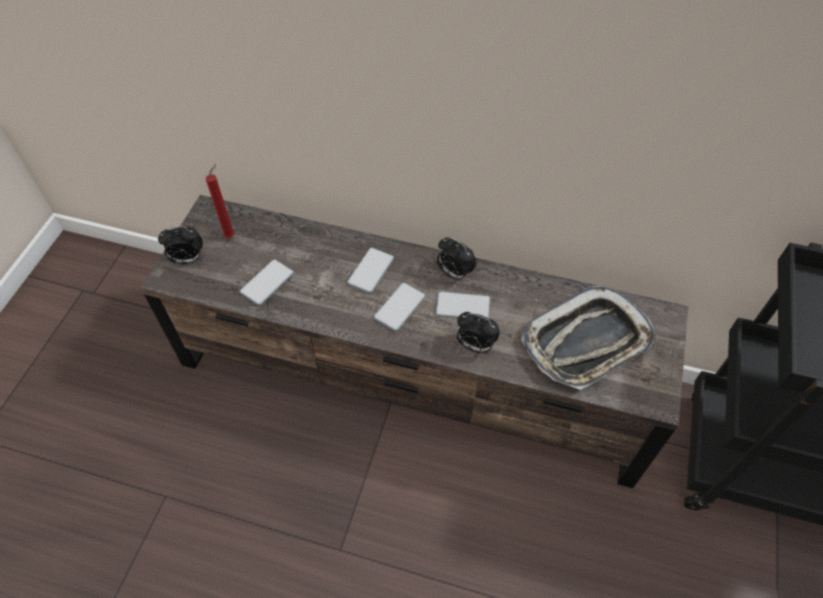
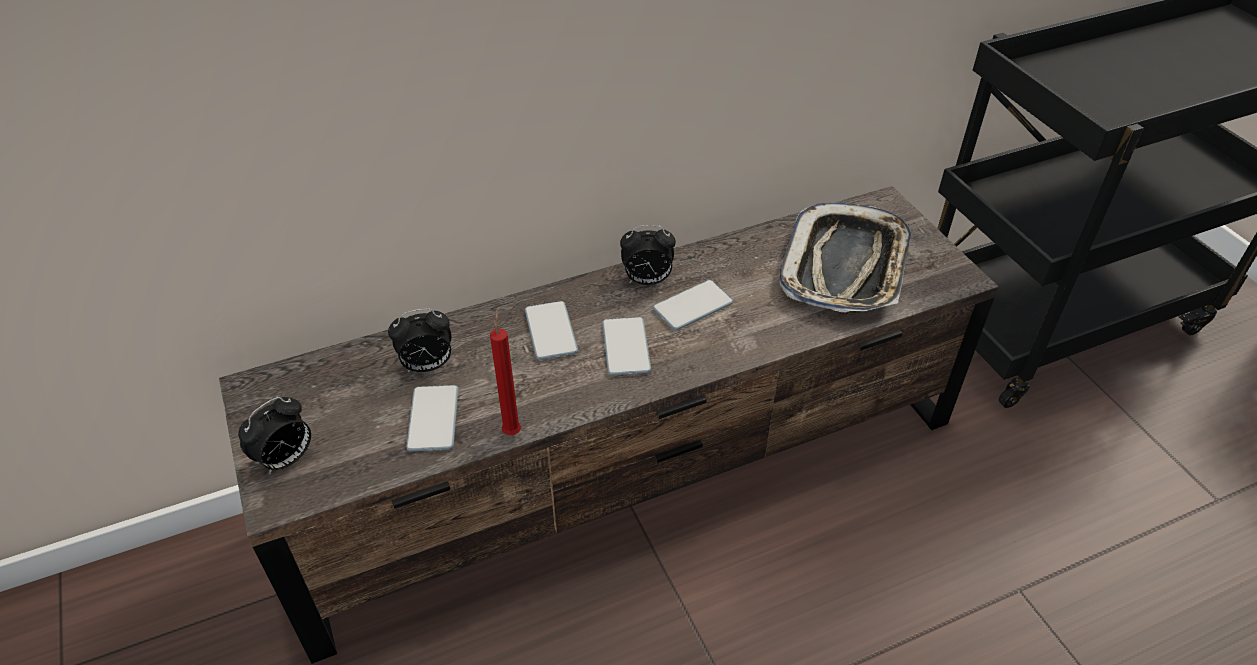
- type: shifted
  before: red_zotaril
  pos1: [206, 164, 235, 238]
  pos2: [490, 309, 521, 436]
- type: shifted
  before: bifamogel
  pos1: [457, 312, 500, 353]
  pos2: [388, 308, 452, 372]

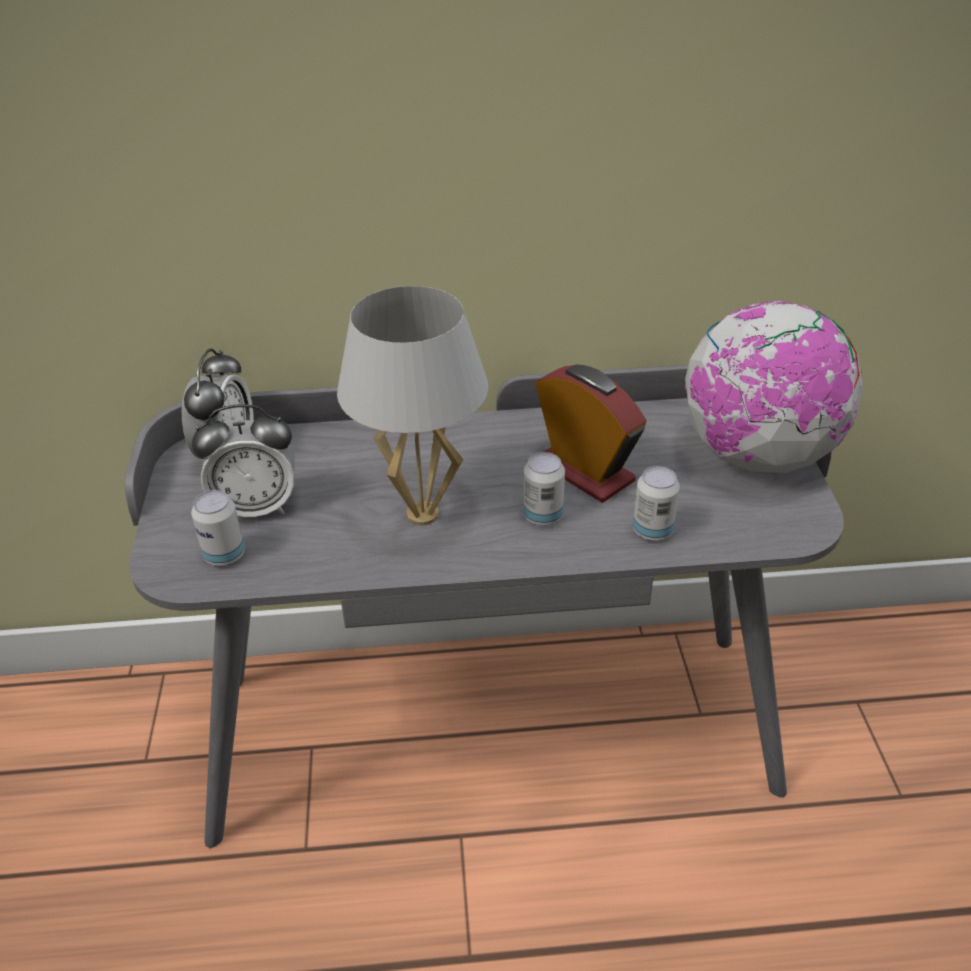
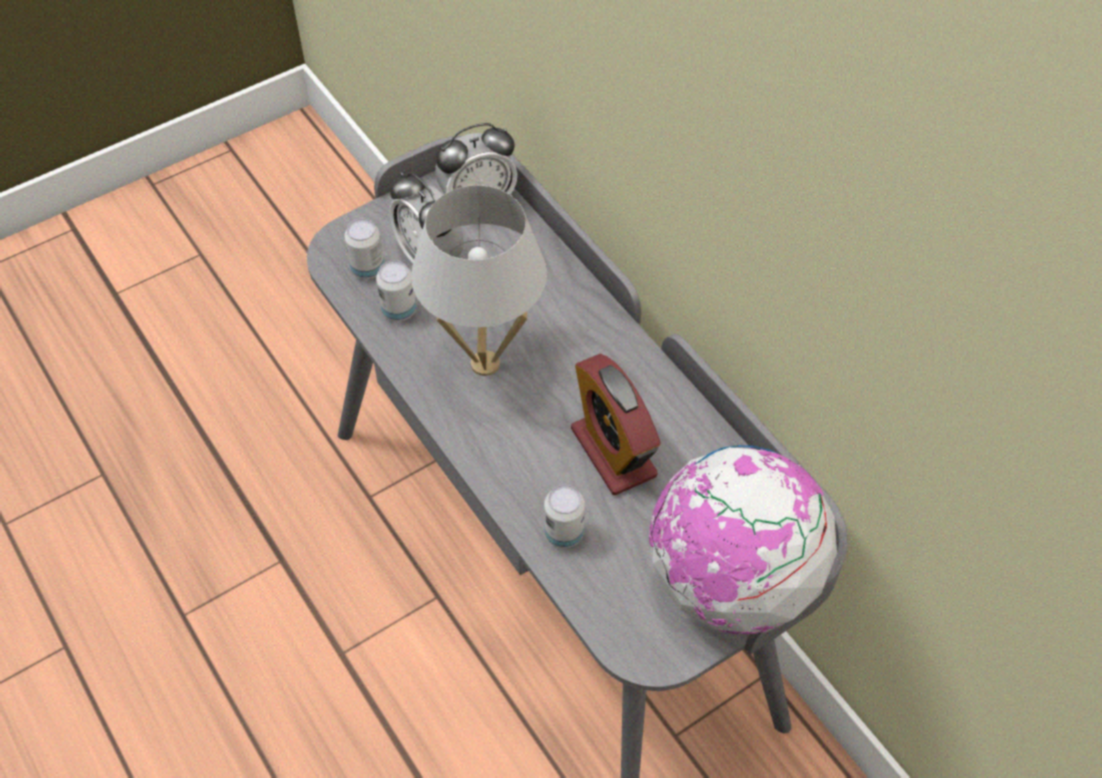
- type: shifted
  before: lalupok
  pos1: [523, 452, 565, 526]
  pos2: [376, 260, 416, 321]
- type: rotated
  before: bifamogel
  pos1: [535, 364, 646, 503]
  pos2: [571, 354, 661, 495]
  turn: 135

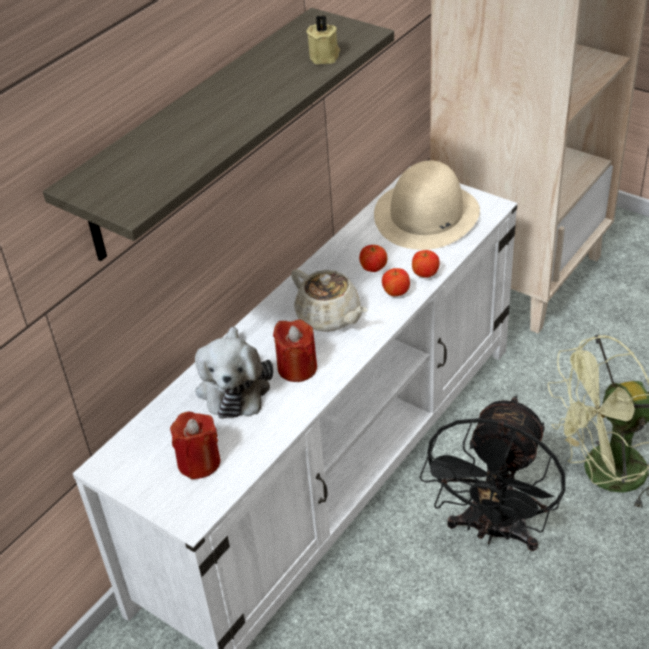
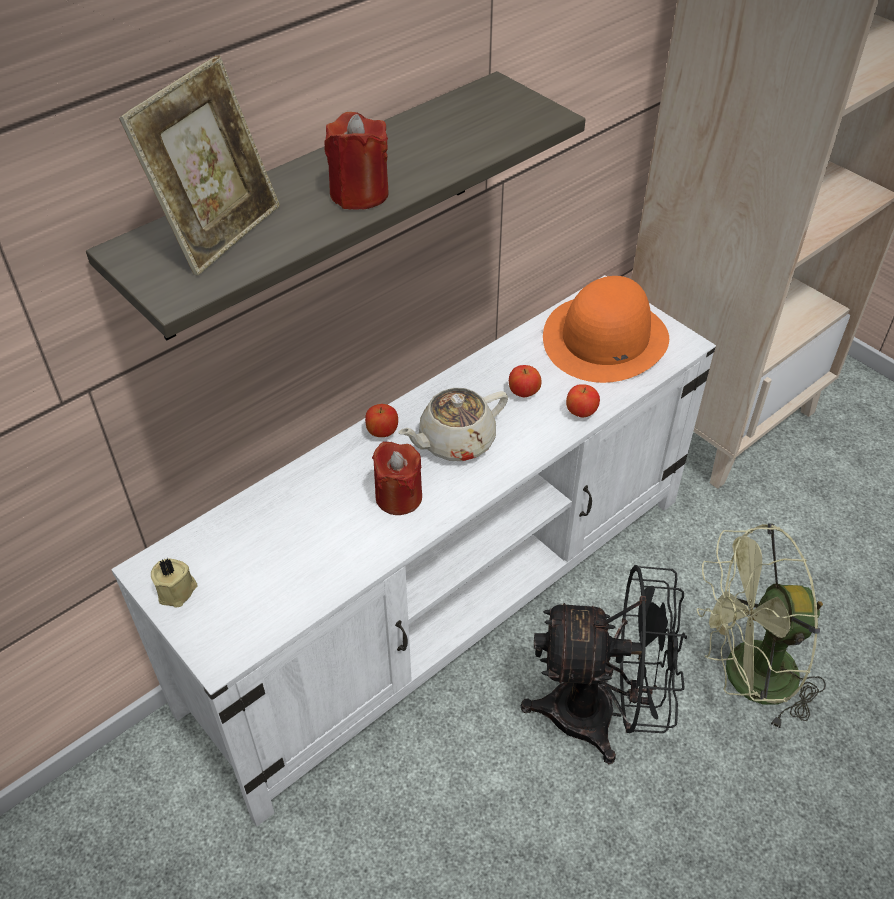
- type: gone
  before: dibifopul
  pos1: [195, 327, 273, 419]
- type: new
  after: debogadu
  pos2: [119, 55, 280, 276]
- type: shifted
  before: red_zotaril
  pos1: [170, 412, 220, 480]
  pos2: [325, 112, 389, 210]
- type: shifted
  before: beige_zotaril
  pos1: [306, 15, 340, 64]
  pos2: [151, 558, 197, 607]
- type: shifted
  before: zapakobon
  pos1: [382, 268, 410, 296]
  pos2: [365, 404, 398, 437]
- type: repainted
  before: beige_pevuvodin
  after: orange_pevuvodin
  pos1: [374, 160, 480, 250]
  pos2: [543, 276, 669, 383]
- type: rotated
  before: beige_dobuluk
  pos1: [291, 269, 367, 332]
  pos2: [398, 388, 508, 461]
  turn: 90
- type: rotated
  before: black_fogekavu
  pos1: [419, 396, 565, 551]
  pos2: [521, 565, 687, 764]
  turn: -120

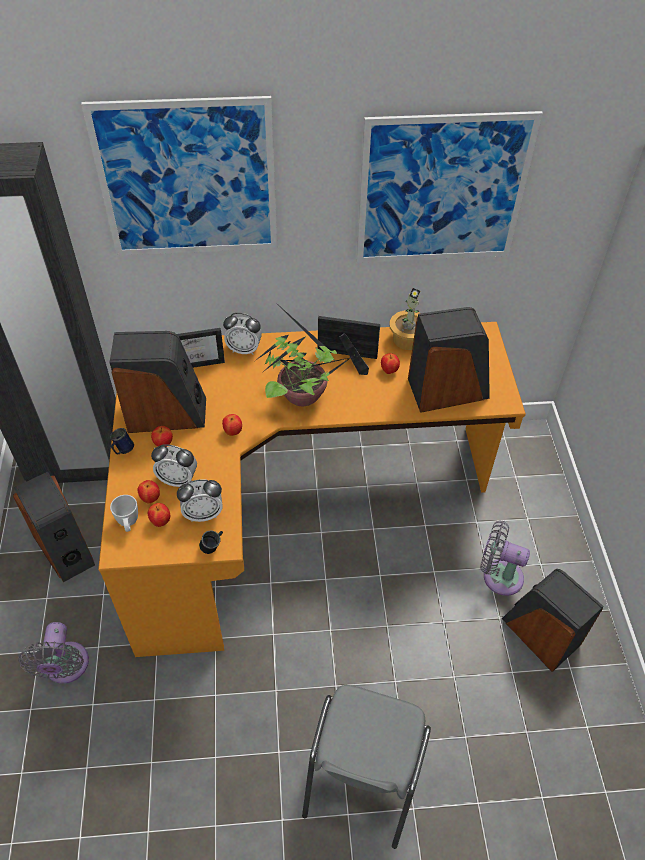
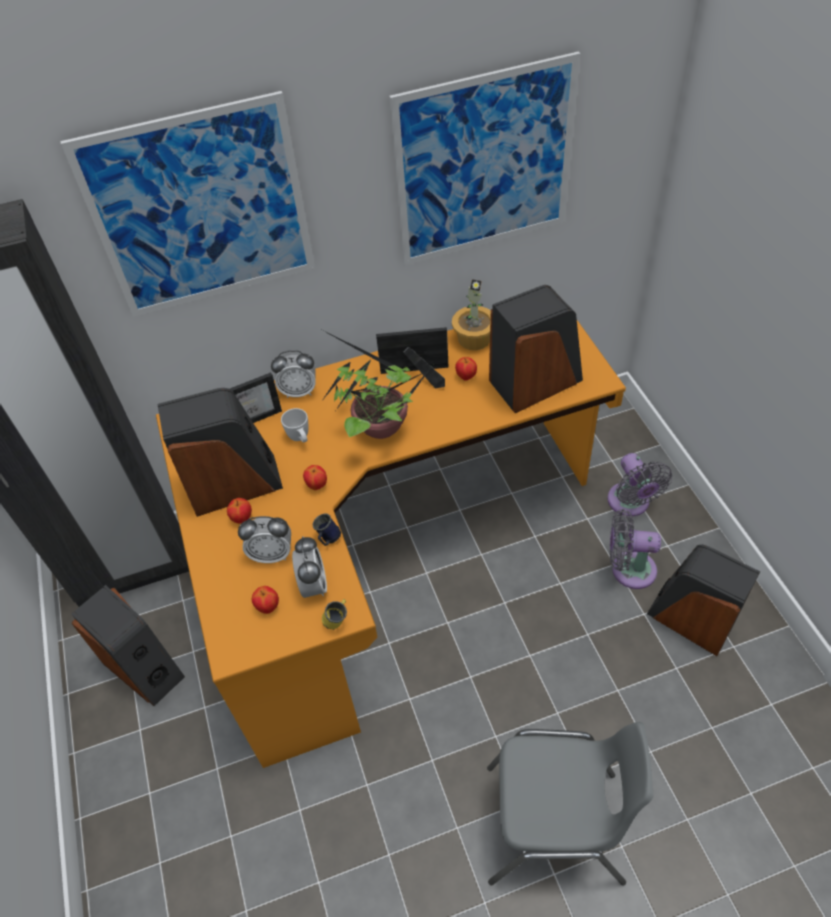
- type: gone
  before: zapakobon
  pos1: [138, 480, 160, 504]
- type: shifted
  before: grey_fogekavu
  pos1: [18, 622, 89, 684]
  pos2: [607, 453, 672, 516]
- type: shifted
  before: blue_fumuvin
  pos1: [110, 428, 134, 454]
  pos2: [313, 514, 341, 546]
- type: shifted
  before: white_fumuvin
  pos1: [110, 495, 138, 532]
  pos2: [281, 408, 308, 443]
- type: repainted
  before: black_fumuvin
  after: yellow_fumuvin
  pos1: [199, 530, 223, 554]
  pos2: [322, 599, 347, 629]
- type: rotated
  before: bifamogel
  pos1: [177, 479, 223, 522]
  pos2: [292, 536, 327, 598]
  turn: -75
- type: rotated
  before: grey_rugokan
  pos1: [302, 685, 431, 849]
  pos2: [487, 722, 653, 886]
  turn: -90

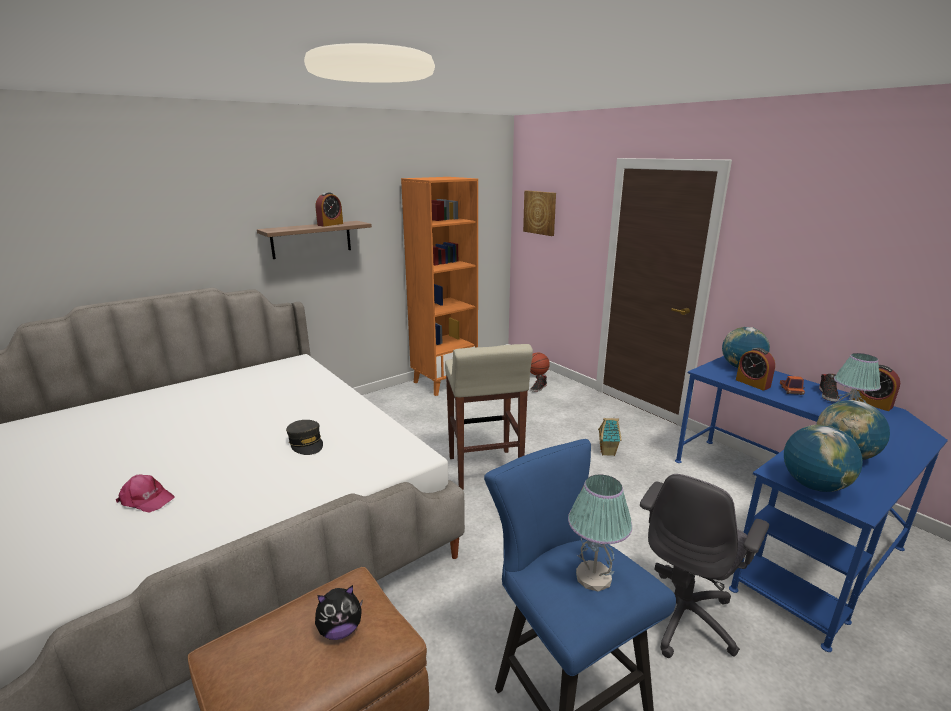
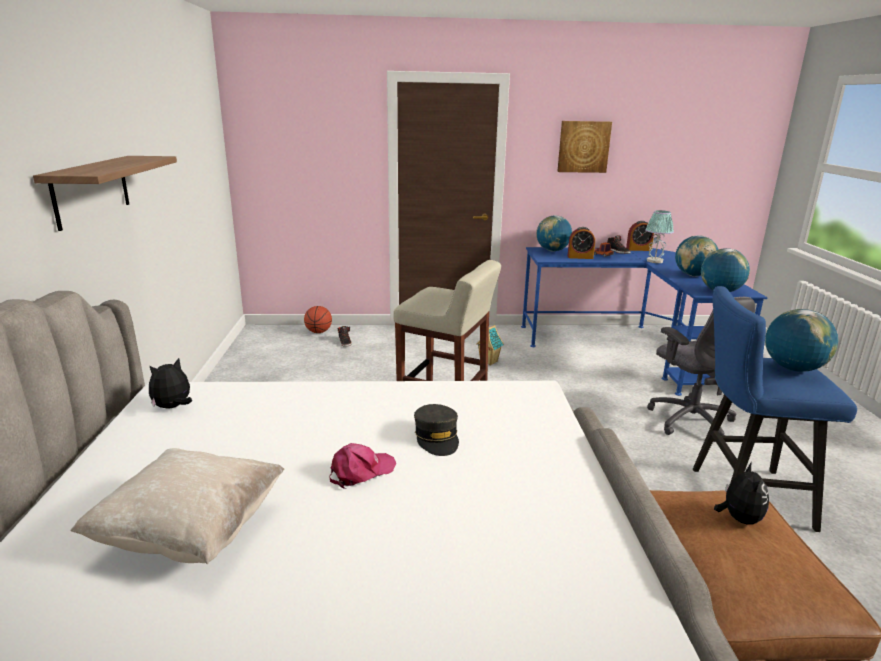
- type: gone
  before: bifamogel
  pos1: [316, 192, 343, 226]
- type: gone
  before: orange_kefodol
  pos1: [401, 177, 478, 396]
- type: new
  after: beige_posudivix
  pos2: [71, 448, 284, 564]
- type: new
  after: dibifopul
  pos2: [149, 358, 192, 409]
- type: shifted
  before: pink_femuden
  pos1: [116, 474, 175, 513]
  pos2: [329, 443, 396, 489]
- type: shifted
  before: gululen
  pos1: [523, 191, 556, 236]
  pos2: [557, 121, 612, 173]
- type: swapped
  before: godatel
  after: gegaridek
  pos1: [568, 475, 632, 592]
  pos2: [765, 309, 838, 372]
- type: rotated
  before: grey_femuden
  pos1: [286, 420, 323, 455]
  pos2: [414, 404, 459, 456]
  turn: 75

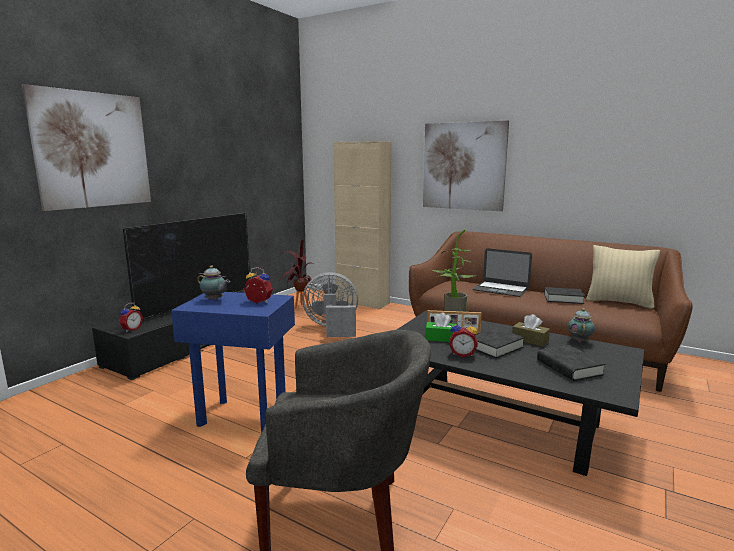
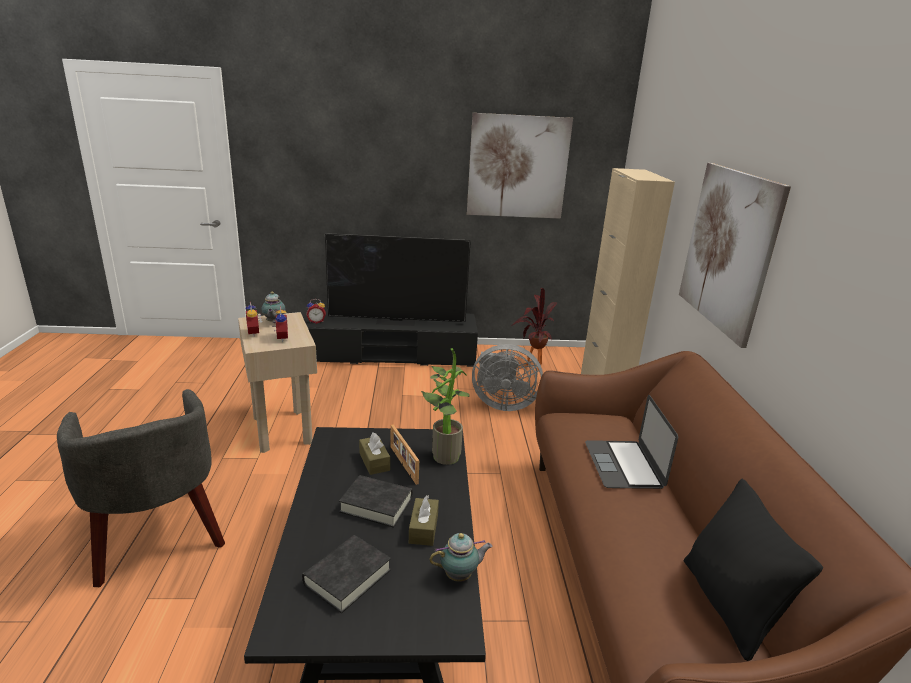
- type: gone
  before: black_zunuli
  pos1: [544, 287, 585, 304]
- type: shifted
  before: gululen
  pos1: [22, 84, 151, 211]
  pos2: [467, 113, 573, 219]
- type: shifted
  before: bifamogel
  pos1: [449, 320, 478, 358]
  pos2: [245, 302, 262, 337]
- type: repainted
  before: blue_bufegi
  after: beige_bufegi
  pos1: [171, 292, 295, 433]
  pos2: [238, 312, 317, 453]
- type: repainted
  before: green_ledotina
  after: brown_ledotina
  pos1: [425, 312, 458, 342]
  pos2: [359, 432, 390, 475]
- type: repainted
  before: beige_posudivix
  after: black_posudivix
  pos1: [586, 245, 660, 309]
  pos2: [684, 479, 823, 661]
- type: rotated
  before: grey_fogekavu
  pos1: [302, 272, 358, 337]
  pos2: [472, 344, 543, 411]
  turn: 135

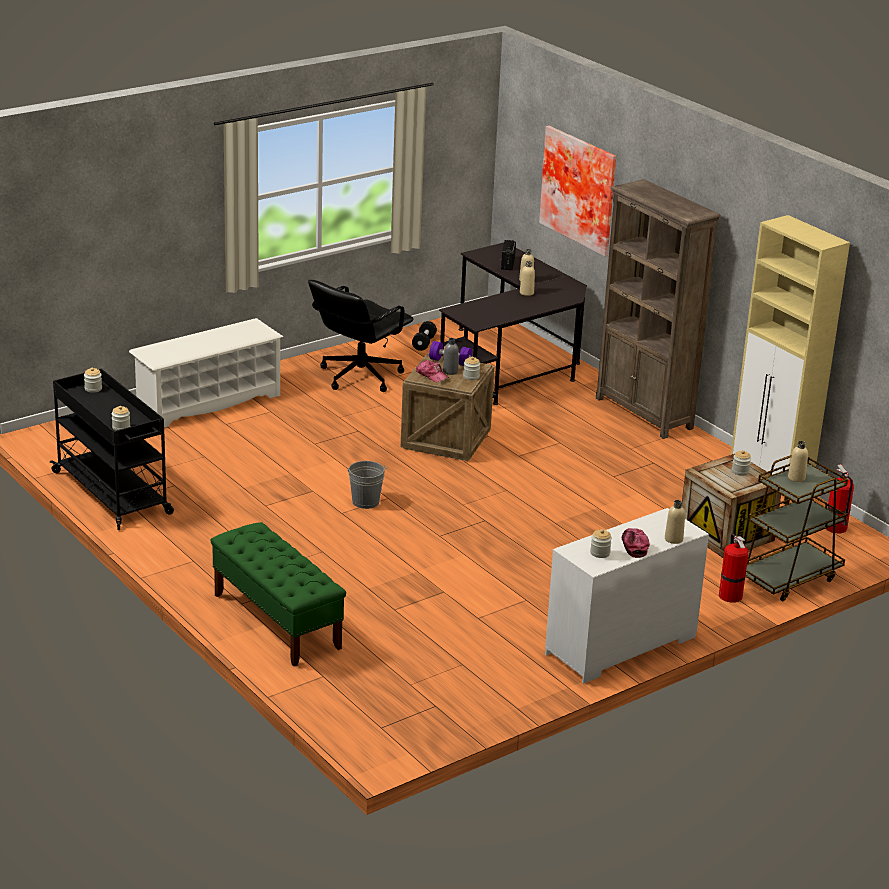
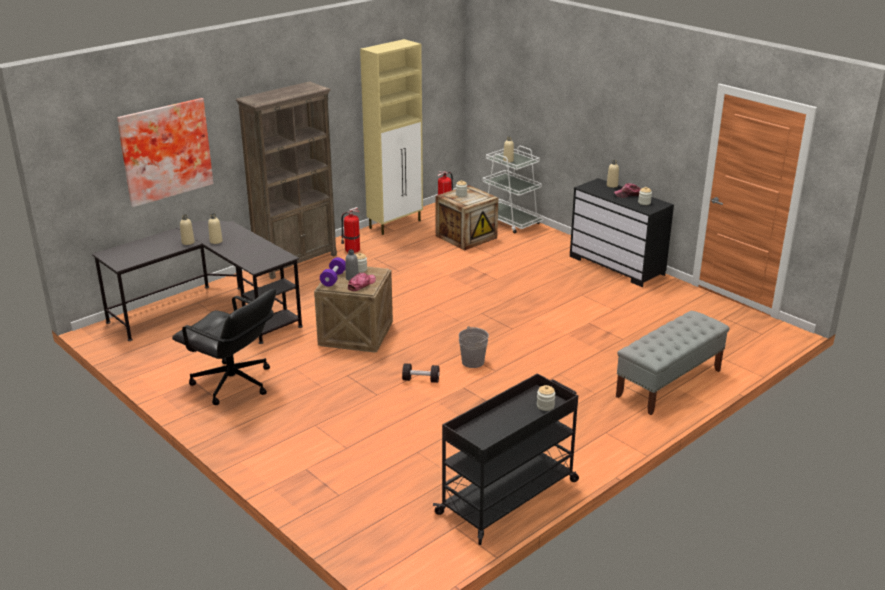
- type: gone
  before: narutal
  pos1: [84, 368, 102, 393]
- type: gone
  before: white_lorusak
  pos1: [129, 318, 283, 428]
- type: gone
  before: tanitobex
  pos1: [501, 240, 516, 271]
- type: shifted
  before: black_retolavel
  pos1: [412, 321, 437, 351]
  pos2: [402, 363, 440, 383]
- type: shifted
  before: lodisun
  pos1: [719, 534, 749, 603]
  pos2: [341, 207, 360, 253]
- type: repainted
  before: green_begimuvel
  after: grey_begimuvel
  pos1: [211, 522, 346, 666]
  pos2: [616, 311, 730, 415]
- type: repainted
  before: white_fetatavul
  after: black_fetatavul
  pos1: [545, 508, 709, 684]
  pos2: [570, 178, 674, 287]
- type: repainted
  before: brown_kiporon
  after: white_kiporon
  pos1: [746, 455, 848, 601]
  pos2: [482, 146, 544, 234]

